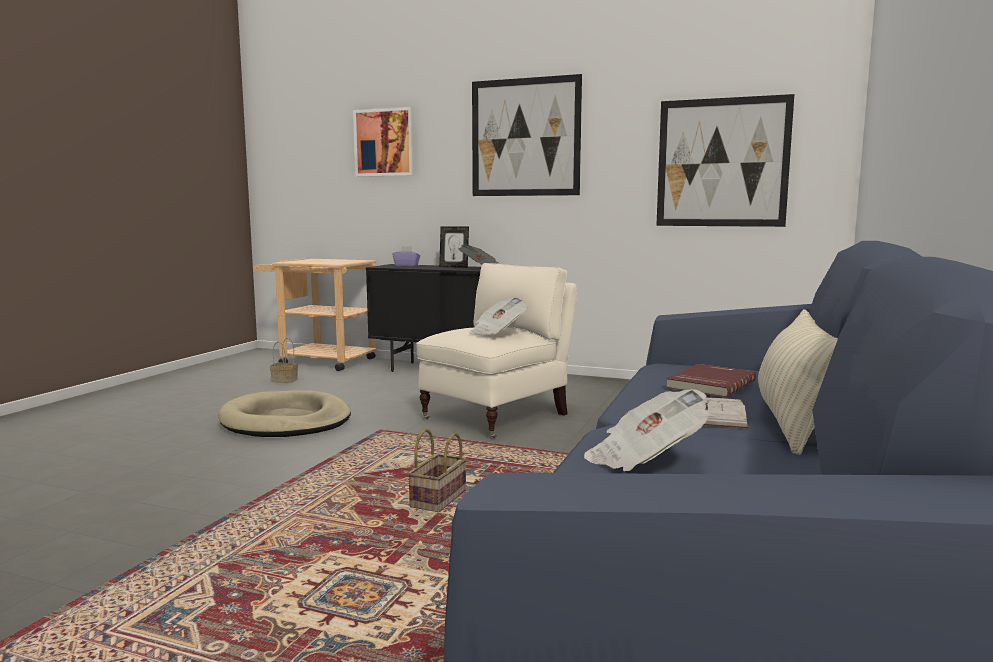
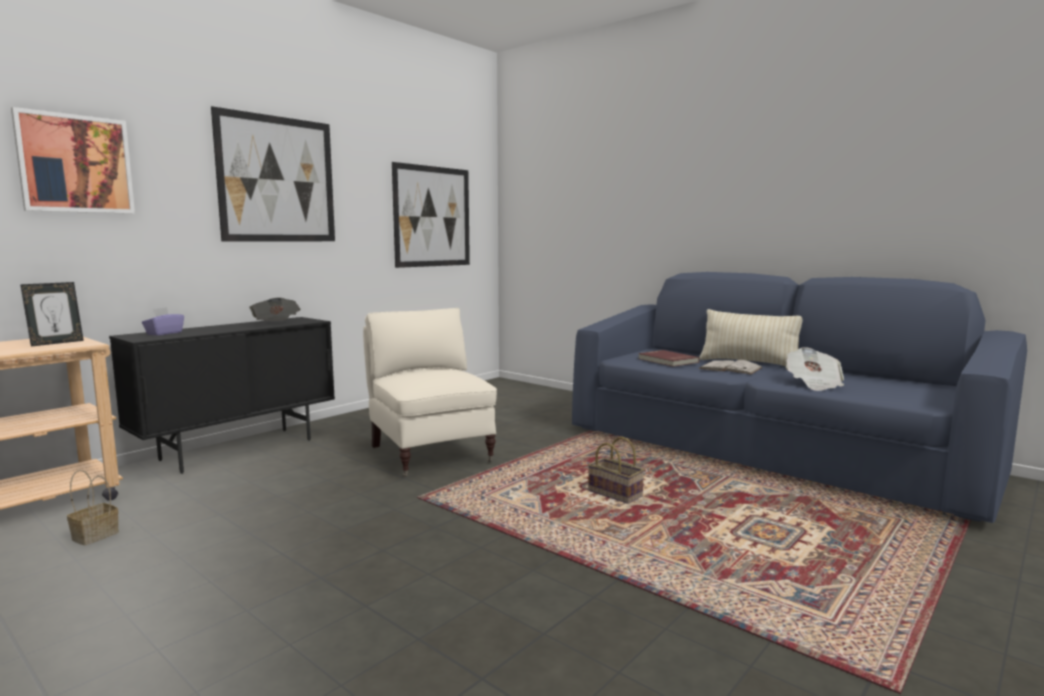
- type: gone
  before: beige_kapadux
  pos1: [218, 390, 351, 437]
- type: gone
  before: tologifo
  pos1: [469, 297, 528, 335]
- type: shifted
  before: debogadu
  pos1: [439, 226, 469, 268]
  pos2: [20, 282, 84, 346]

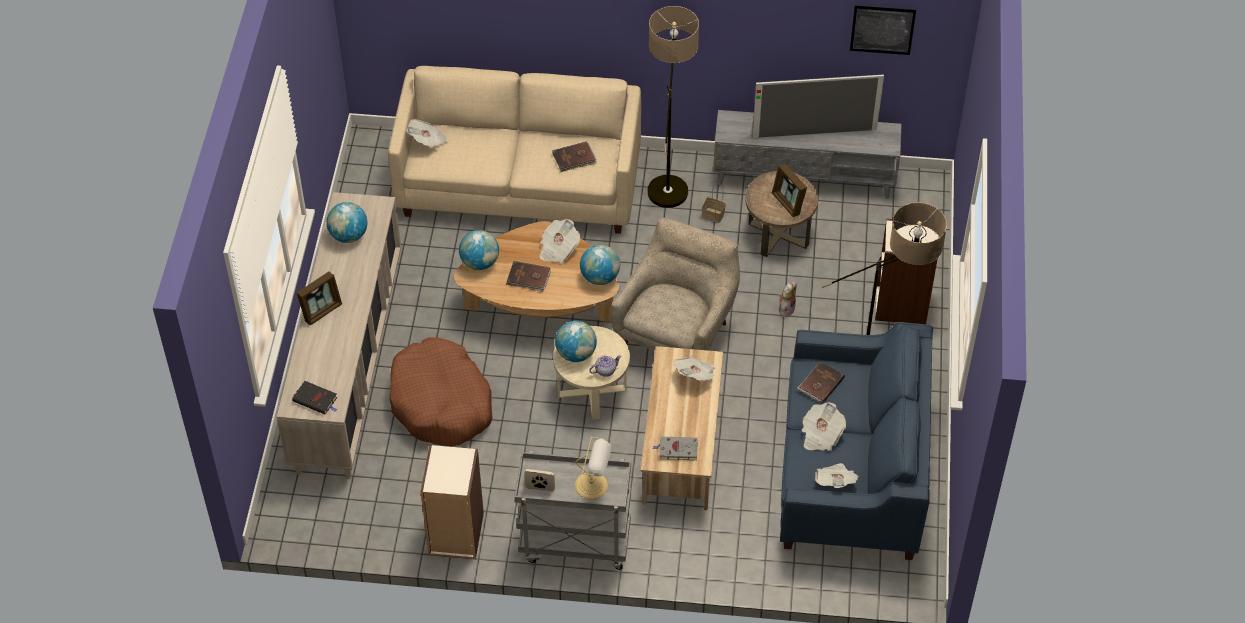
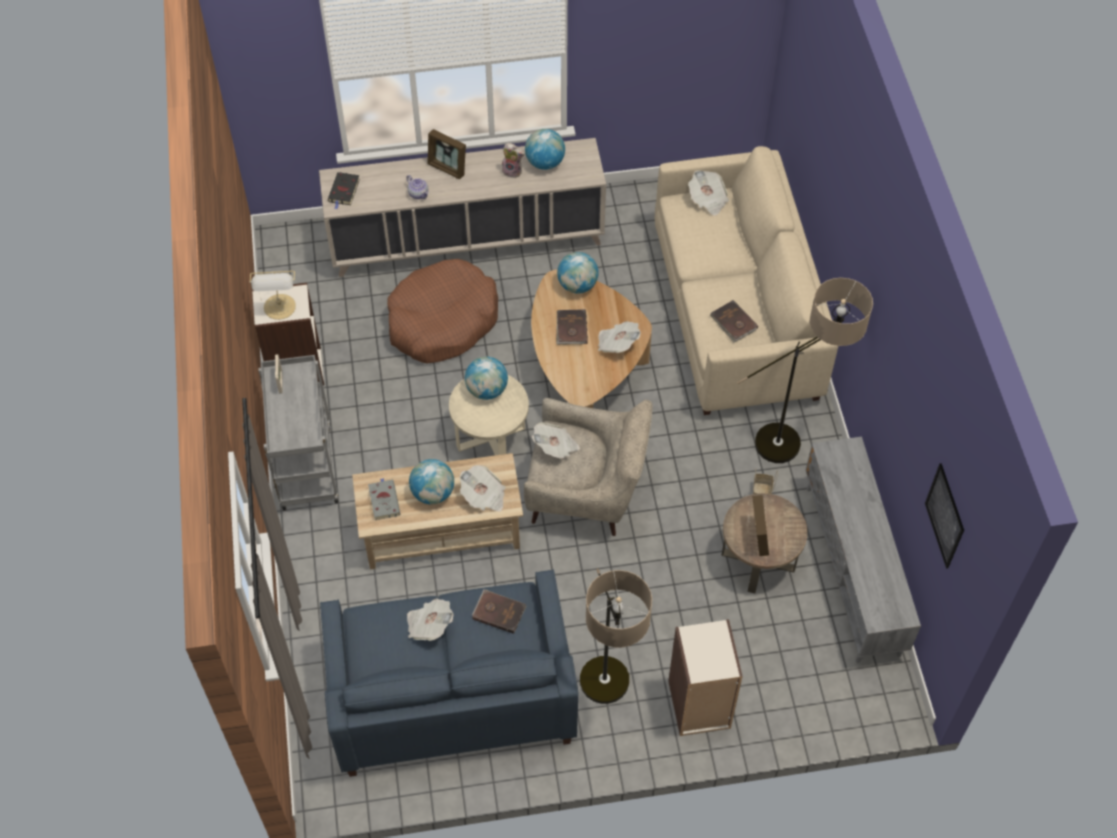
- type: gone
  before: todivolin
  pos1: [752, 74, 884, 138]
- type: shifted
  before: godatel
  pos1: [575, 437, 611, 499]
  pos2: [249, 271, 296, 320]
- type: shifted
  before: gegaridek
  pos1: [580, 245, 620, 285]
  pos2: [409, 459, 454, 504]
- type: shifted
  before: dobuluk
  pos1: [589, 355, 622, 377]
  pos2: [407, 175, 429, 199]
- type: shifted
  before: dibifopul
  pos1: [779, 282, 796, 318]
  pos2: [502, 143, 525, 178]
- type: shifted
  before: tologifo
  pos1: [815, 463, 858, 488]
  pos2: [531, 422, 580, 459]
- type: rotated
  before: debogadu
  pos1: [772, 164, 807, 217]
  pos2: [752, 495, 769, 556]
  turn: 135

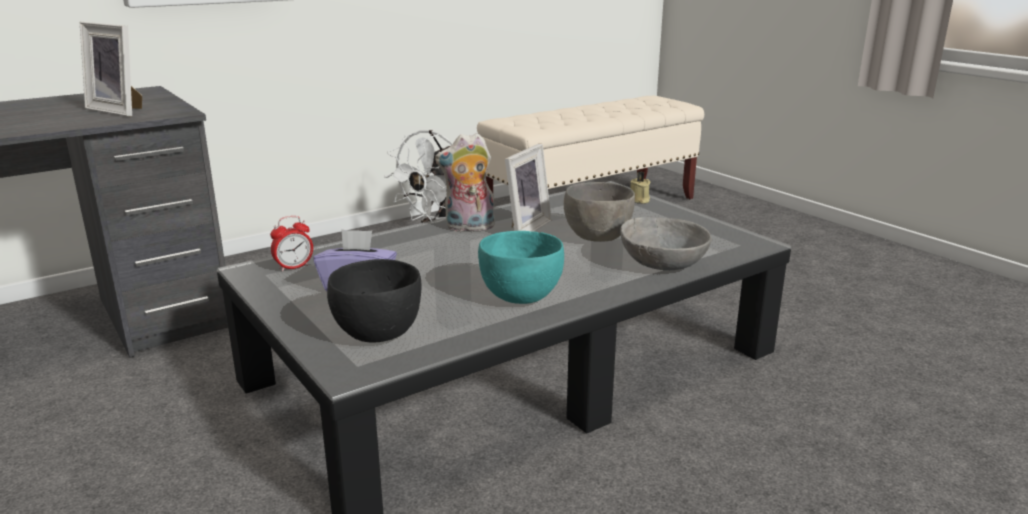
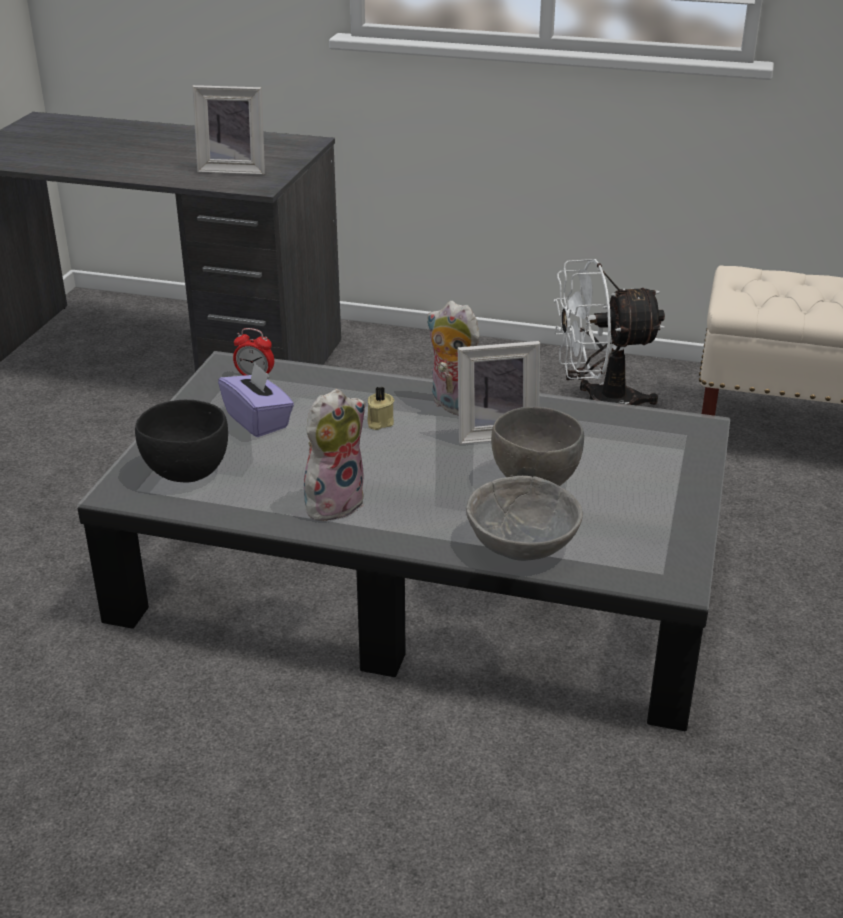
- type: shifted
  before: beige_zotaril
  pos1: [630, 172, 650, 204]
  pos2: [368, 387, 394, 430]
- type: swapped
  before: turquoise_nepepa
  after: dibifopul
  pos1: [478, 231, 564, 304]
  pos2: [304, 389, 365, 523]
- type: rotated
  before: debogadu
  pos1: [80, 22, 142, 117]
  pos2: [192, 85, 265, 175]
  turn: -75

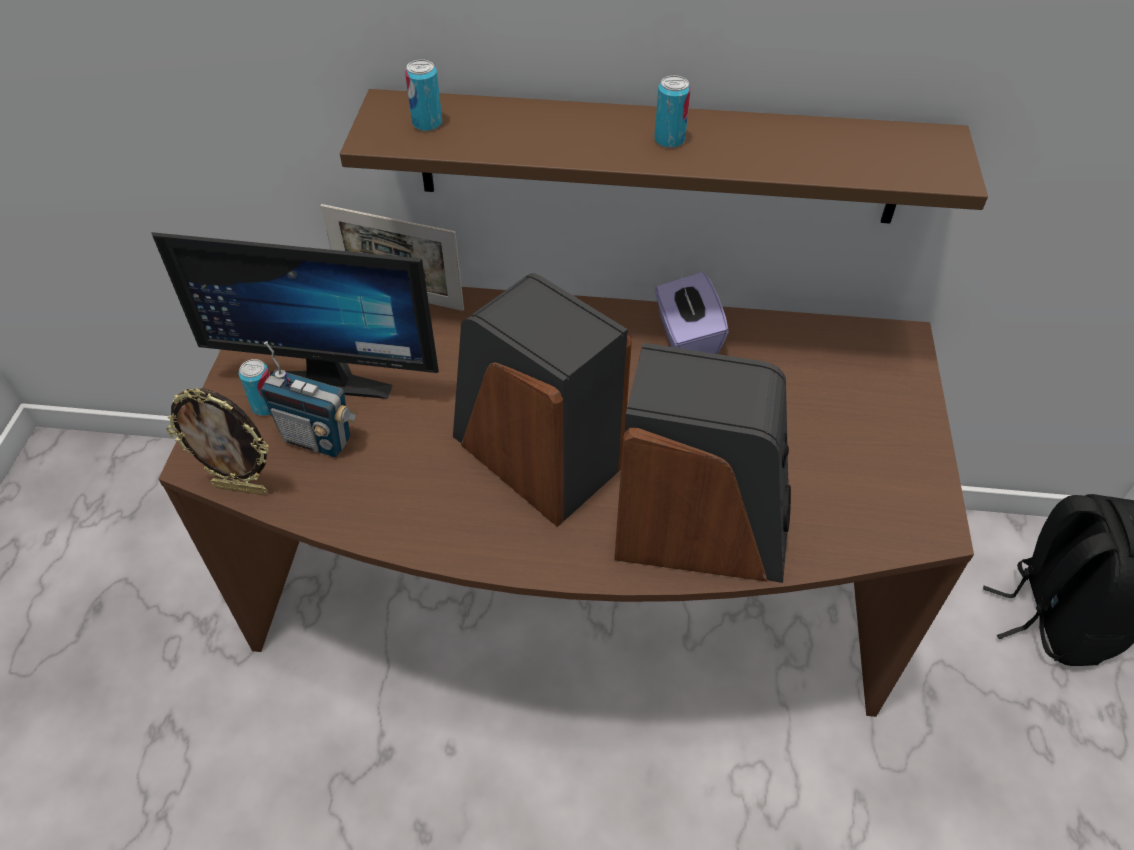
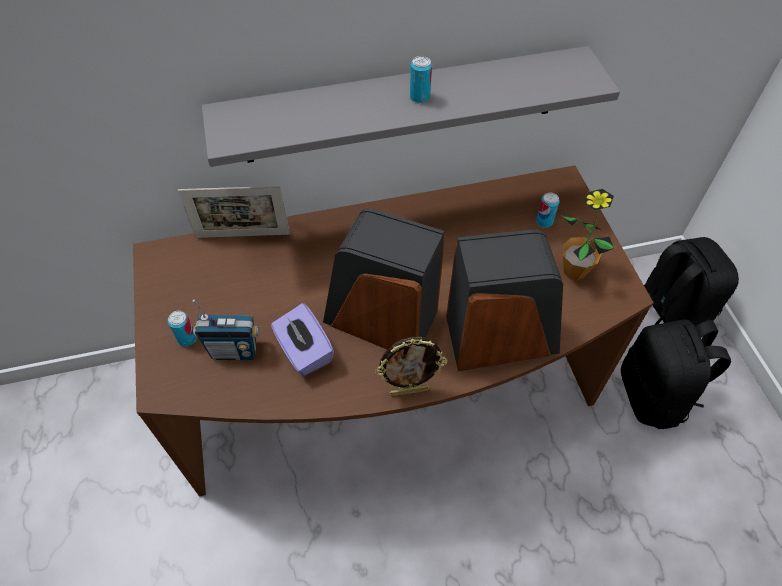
- type: gone
  before: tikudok
  pos1: [151, 232, 439, 399]
- type: new
  after: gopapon
  pos2: [562, 189, 615, 280]
- type: new
  after: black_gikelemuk
  pos2: [621, 319, 731, 429]
- type: shifted
  before: debogadu
  pos1: [166, 388, 269, 495]
  pos2: [375, 337, 447, 396]
- type: shifted
  before: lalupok
  pos1: [405, 59, 442, 131]
  pos2: [536, 192, 560, 228]
- type: shifted
  before: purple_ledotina
  pos1: [655, 272, 729, 354]
  pos2: [271, 303, 334, 376]
- type: repainted
  before: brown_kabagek
  after: grey_kabagek
  pos1: [340, 89, 988, 224]
  pos2: [201, 46, 620, 167]

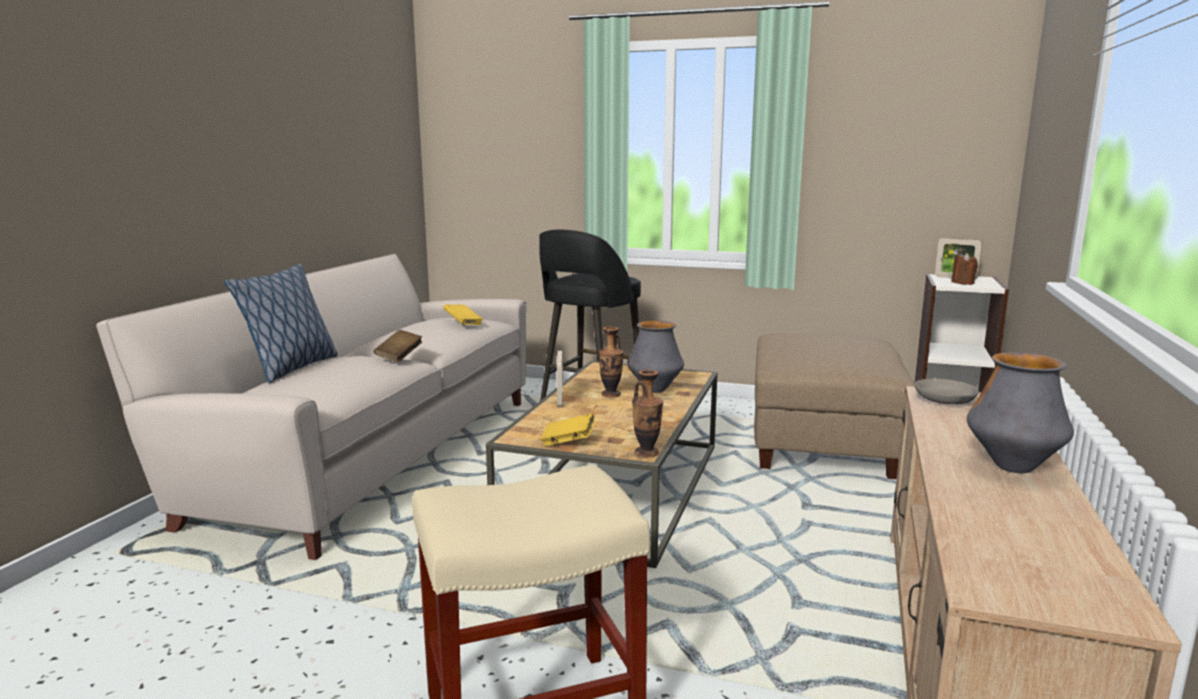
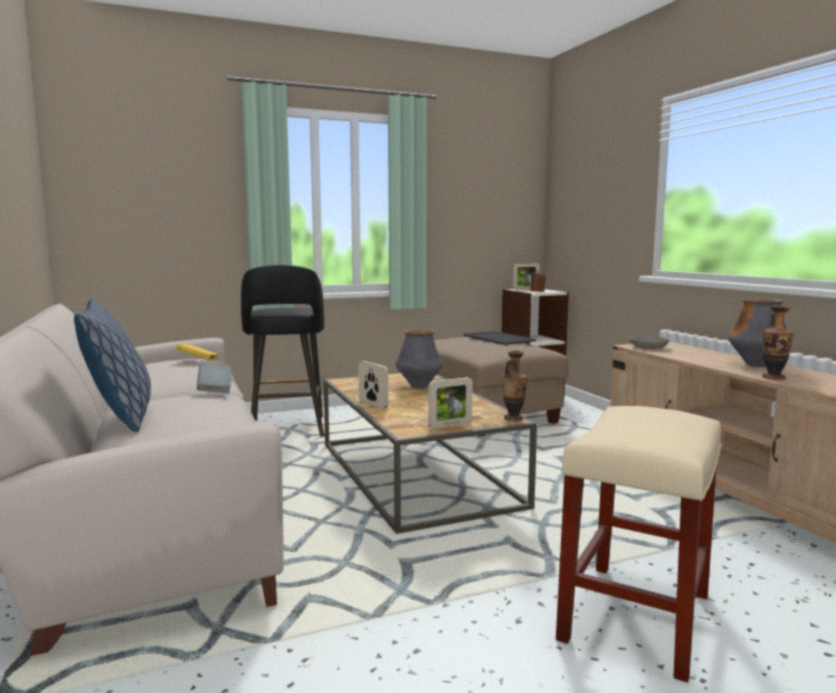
- type: new
  after: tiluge
  pos2: [463, 331, 536, 345]
- type: shifted
  before: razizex
  pos1: [599, 326, 624, 397]
  pos2: [762, 305, 794, 380]
- type: swapped
  before: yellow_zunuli
  after: debogadu
  pos1: [541, 414, 595, 446]
  pos2: [428, 377, 473, 429]
- type: repainted
  before: brown_zunuli
  after: grey_zunuli
  pos1: [374, 330, 422, 362]
  pos2: [197, 364, 231, 393]

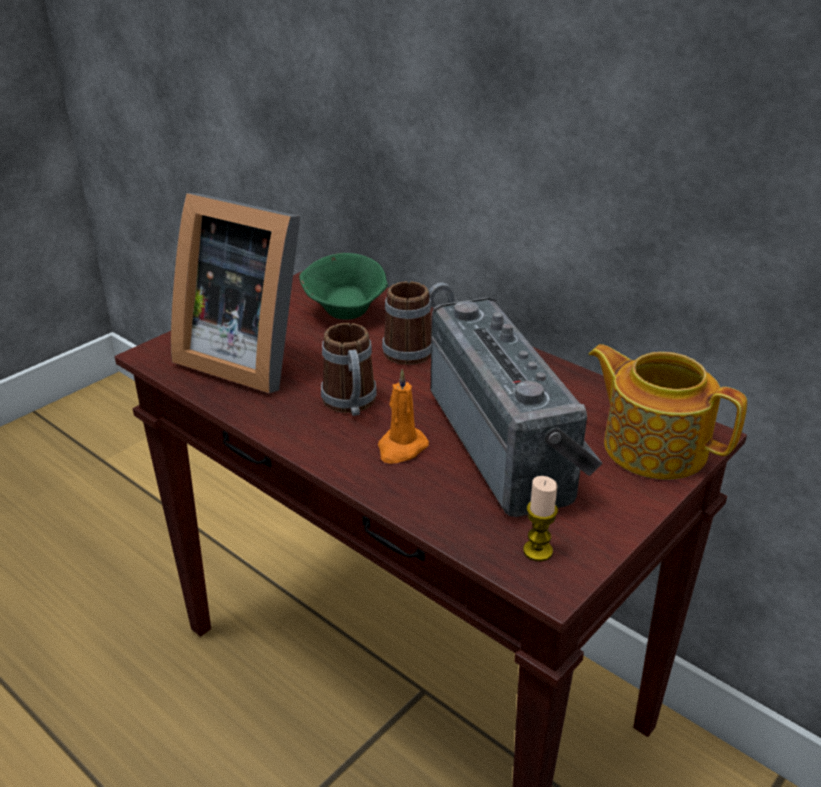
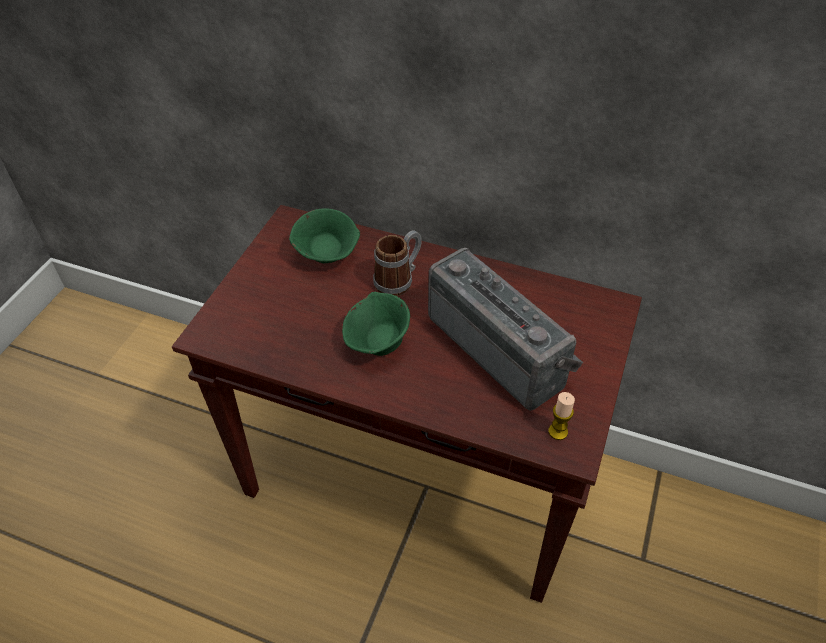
- type: gone
  before: debogadu
  pos1: [171, 193, 300, 393]
- type: gone
  before: orange_zotaril
  pos1: [378, 369, 429, 464]
- type: gone
  before: dobuluk
  pos1: [589, 344, 747, 480]
- type: swapped
  before: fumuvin
  after: green_nepepa
  pos1: [321, 323, 377, 416]
  pos2: [342, 292, 410, 356]

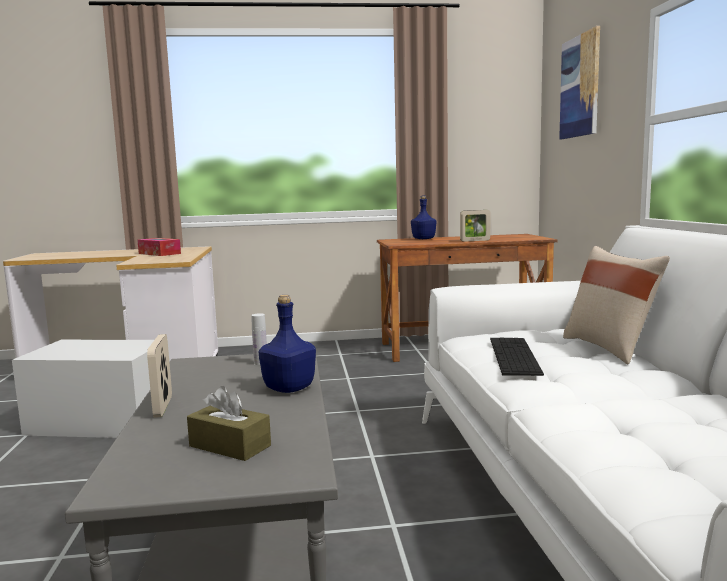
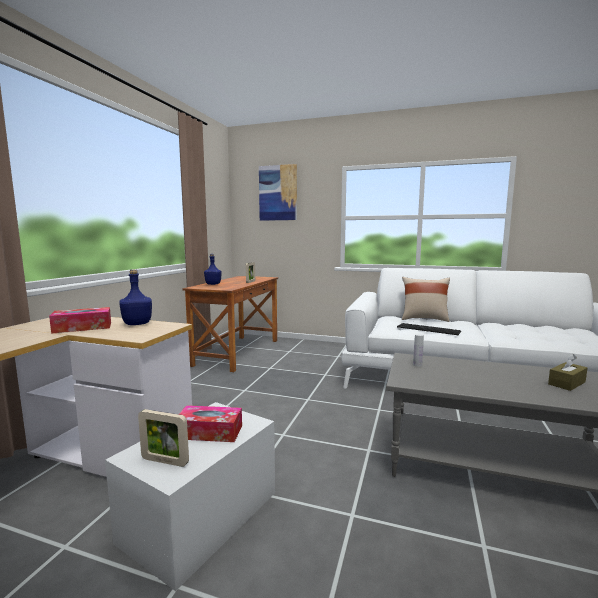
- type: new
  after: ledotina
  pos2: [179, 405, 242, 442]
- type: shifted
  before: debogadu
  pos1: [147, 334, 172, 418]
  pos2: [138, 409, 189, 467]
- type: shifted
  before: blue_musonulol
  pos1: [258, 295, 316, 393]
  pos2: [119, 269, 152, 325]

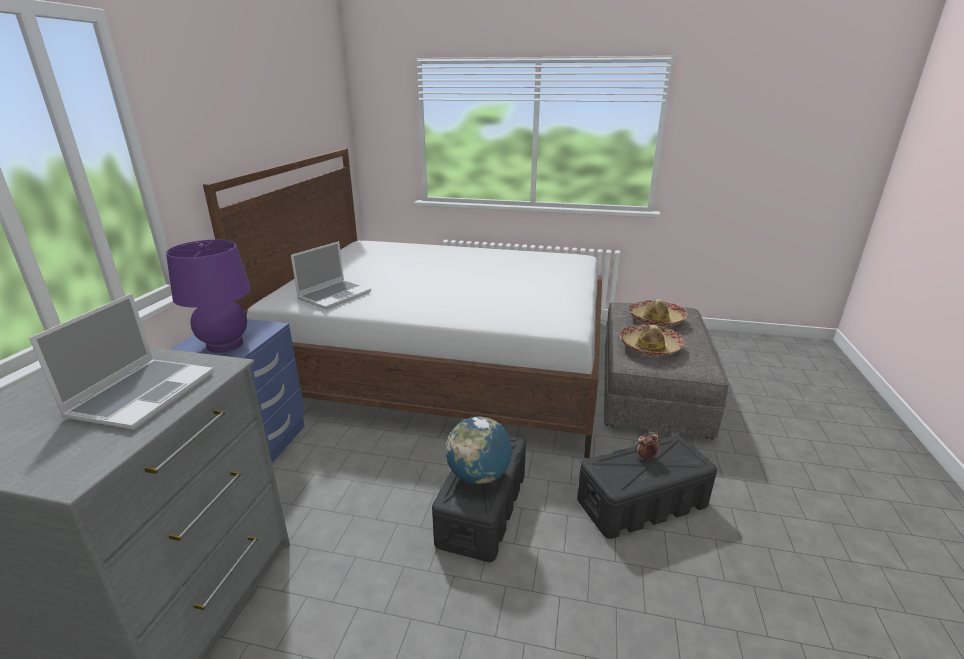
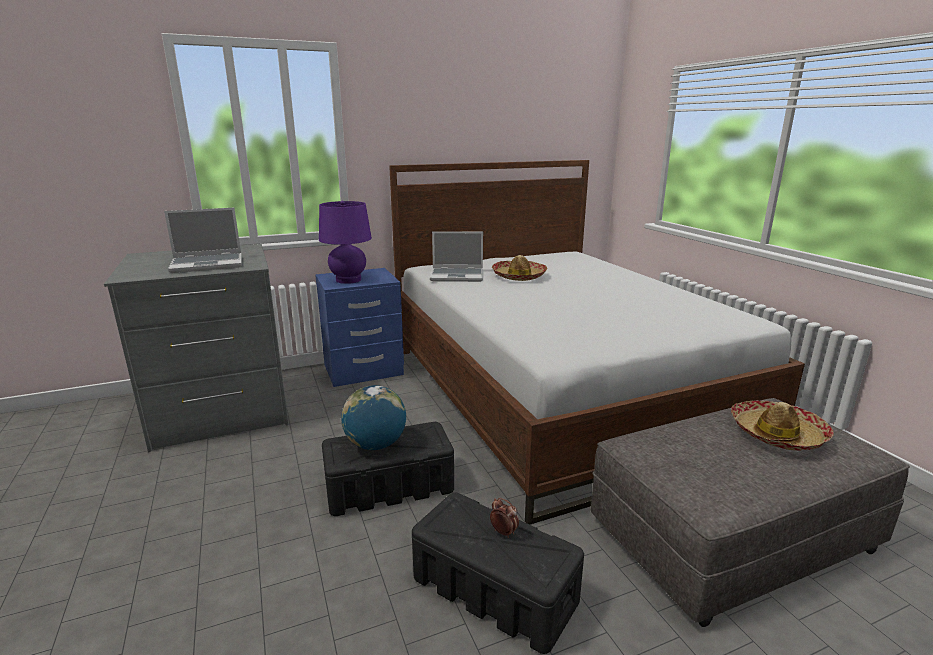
- type: shifted
  before: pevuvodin
  pos1: [620, 325, 685, 356]
  pos2: [492, 255, 547, 281]

